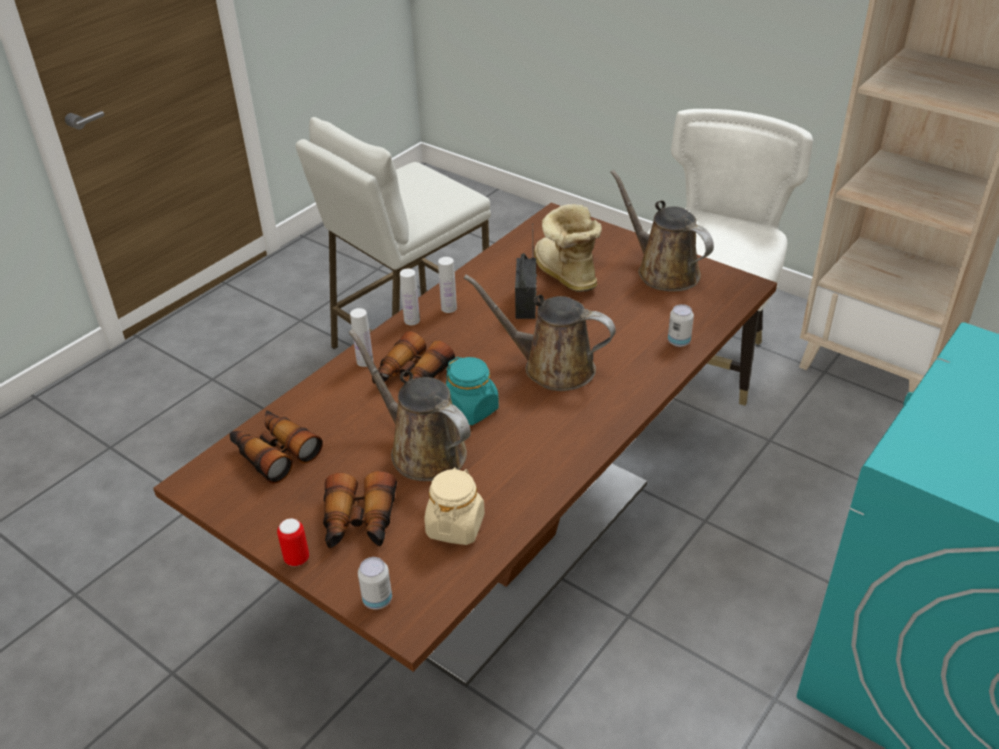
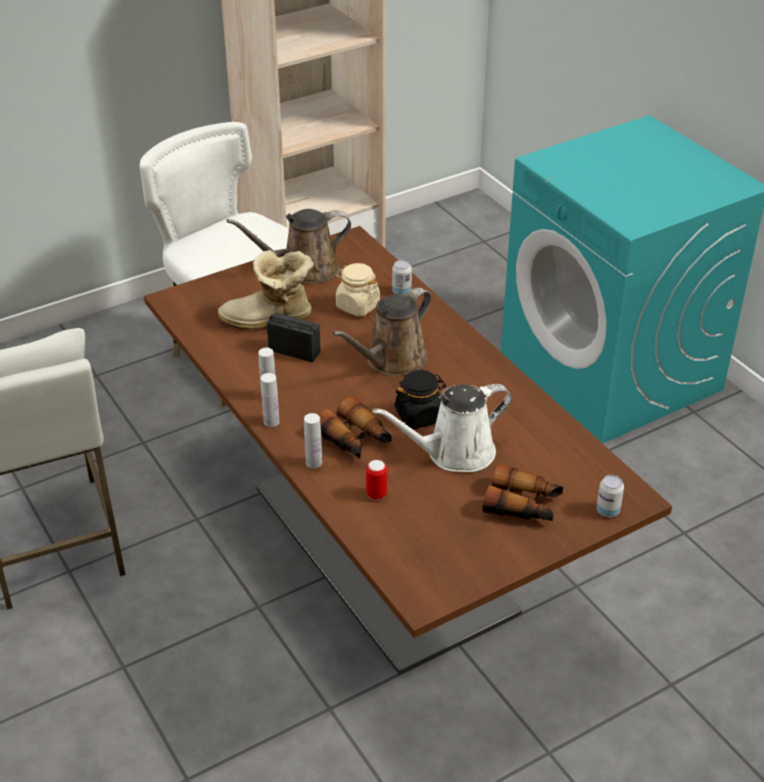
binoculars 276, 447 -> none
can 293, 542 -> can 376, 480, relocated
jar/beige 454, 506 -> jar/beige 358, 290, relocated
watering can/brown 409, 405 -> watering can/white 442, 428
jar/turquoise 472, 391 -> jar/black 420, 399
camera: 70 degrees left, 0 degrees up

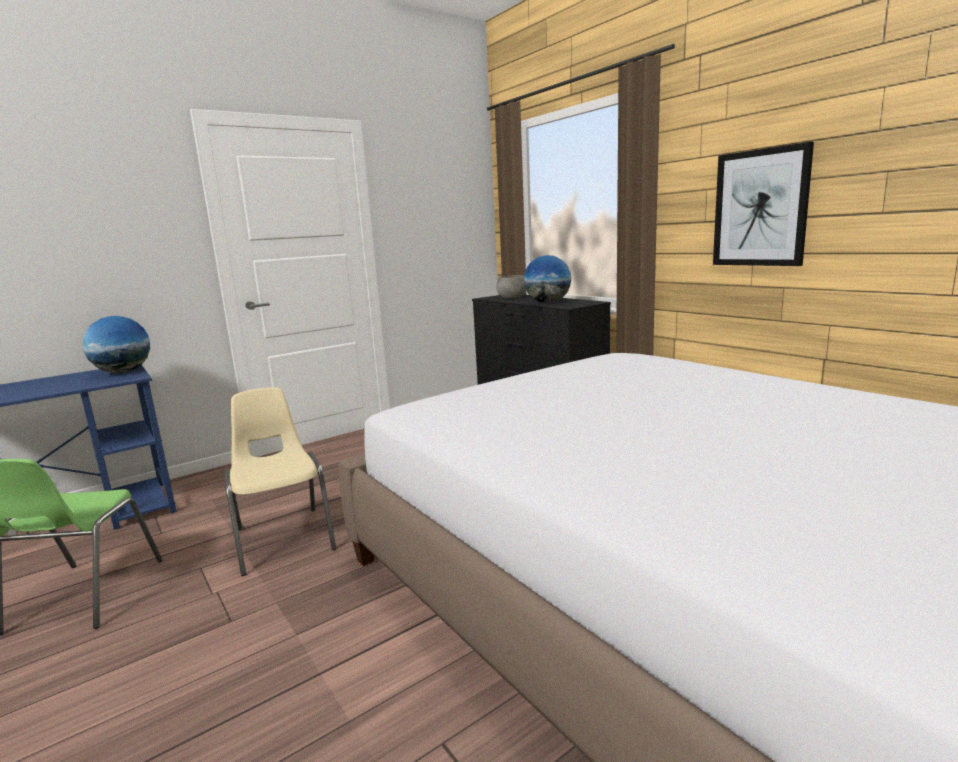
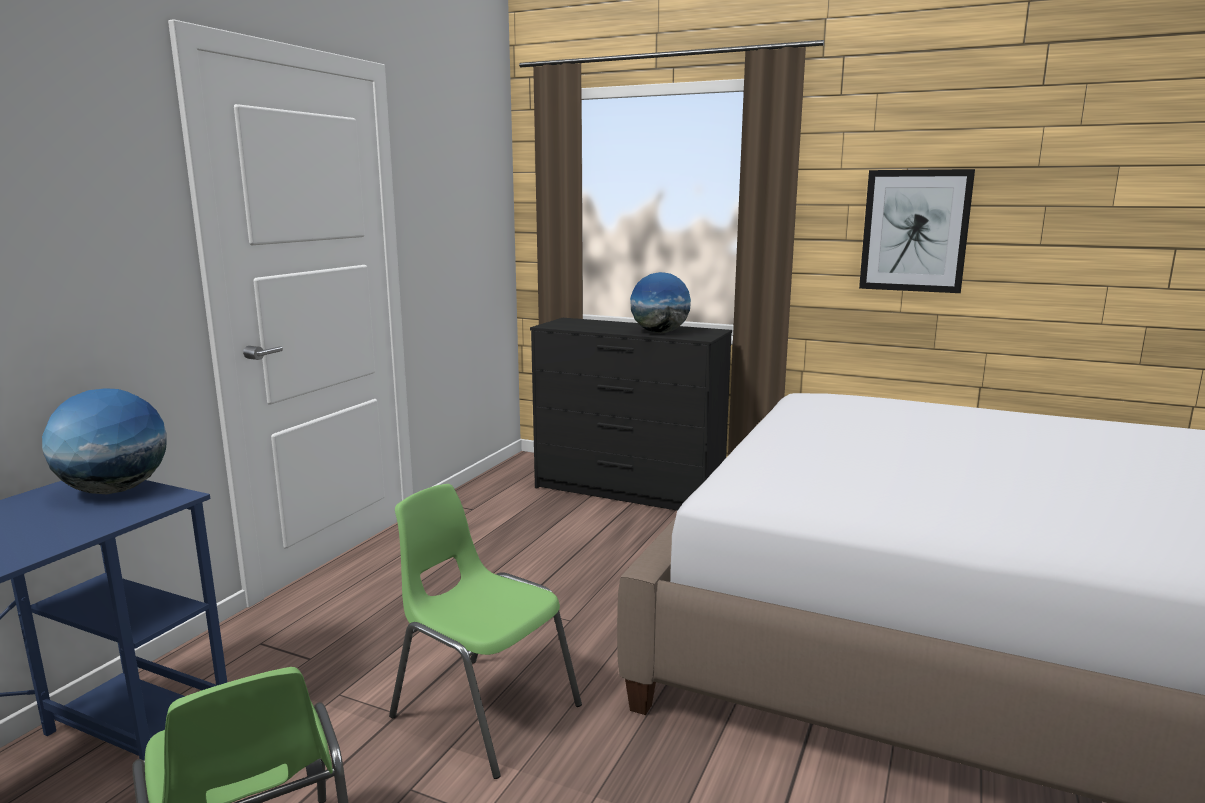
bowl/grey 511, 286 -> none
chair/beige 280, 481 -> chair/green 485, 631
camera: 30 degrees left, 0 degrees up

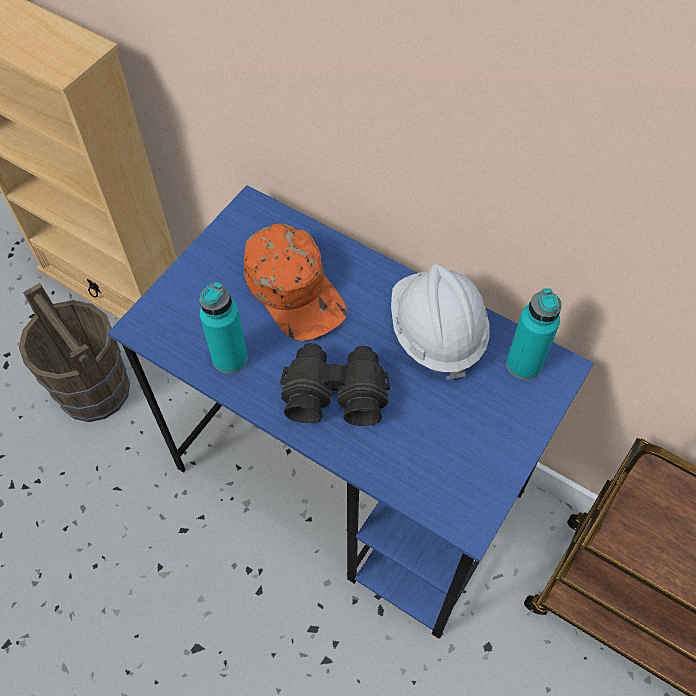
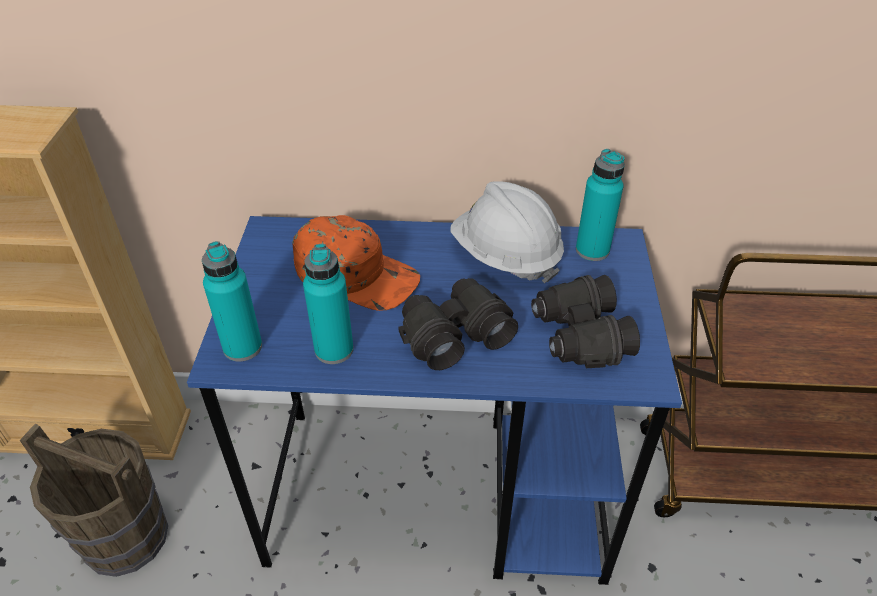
none -> bottle/turquoise 232, 301
none -> binoculars/black 585, 321
camera: 30 degrees left, 15 degrees down

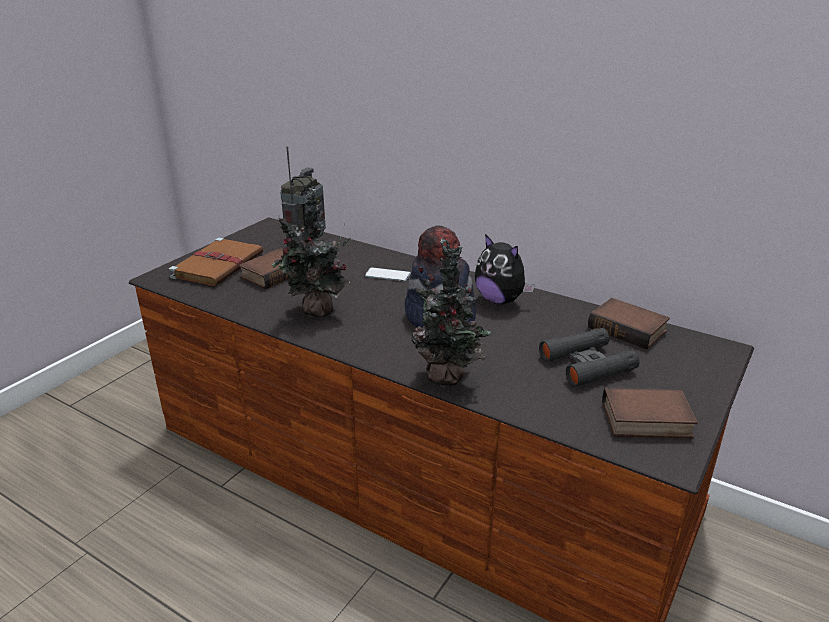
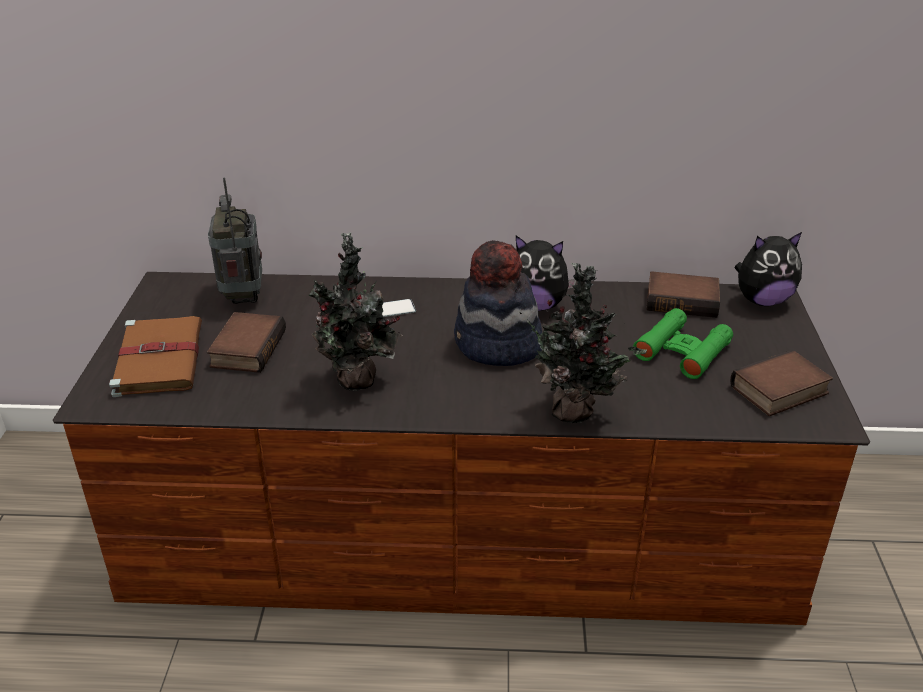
none -> plush toy 768, 269
binoculars/black 589, 357 -> binoculars/green 683, 343
camera: 30 degrees left, 5 degrees up

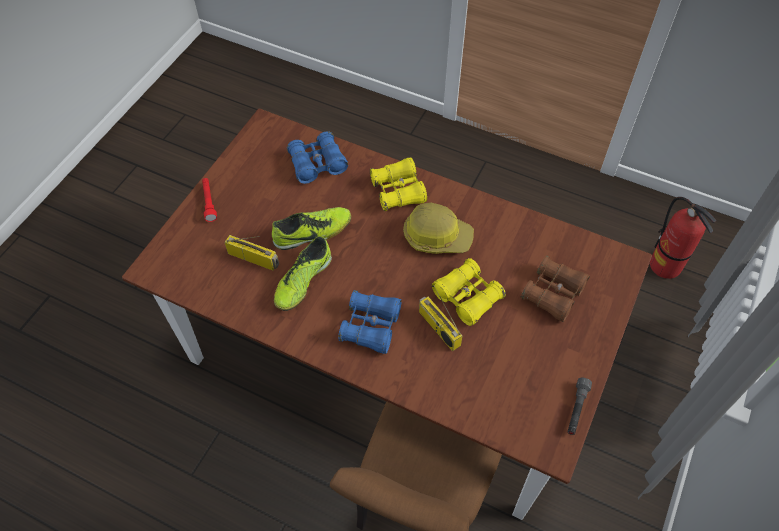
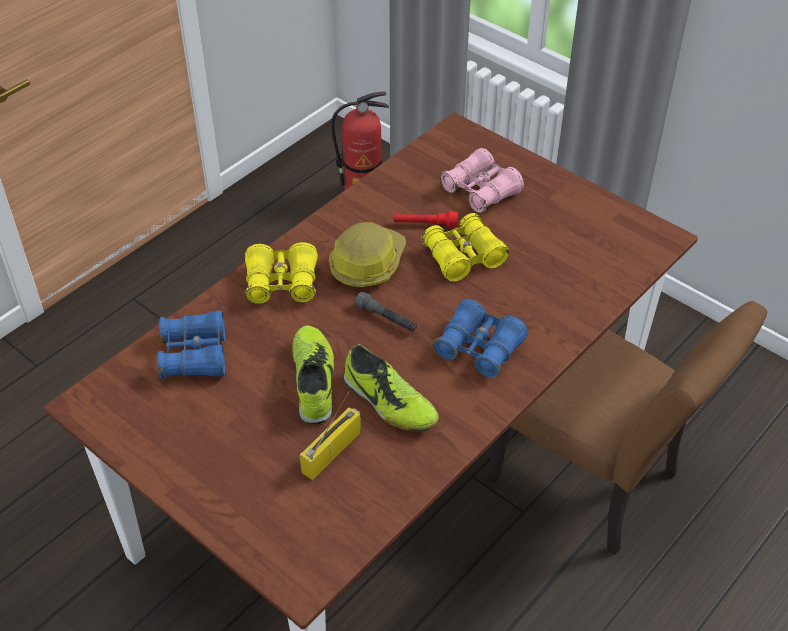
radio 440, 318 -> none
flashlight/red 209, 200 -> flashlight/red 426, 219, relocated
flashlight/grey 580, 406 -> flashlight/grey 385, 311, relocated
binoculars/brown 555, 289 -> binoculars/pink 482, 180
camera: 75 degrees left, 10 degrees down

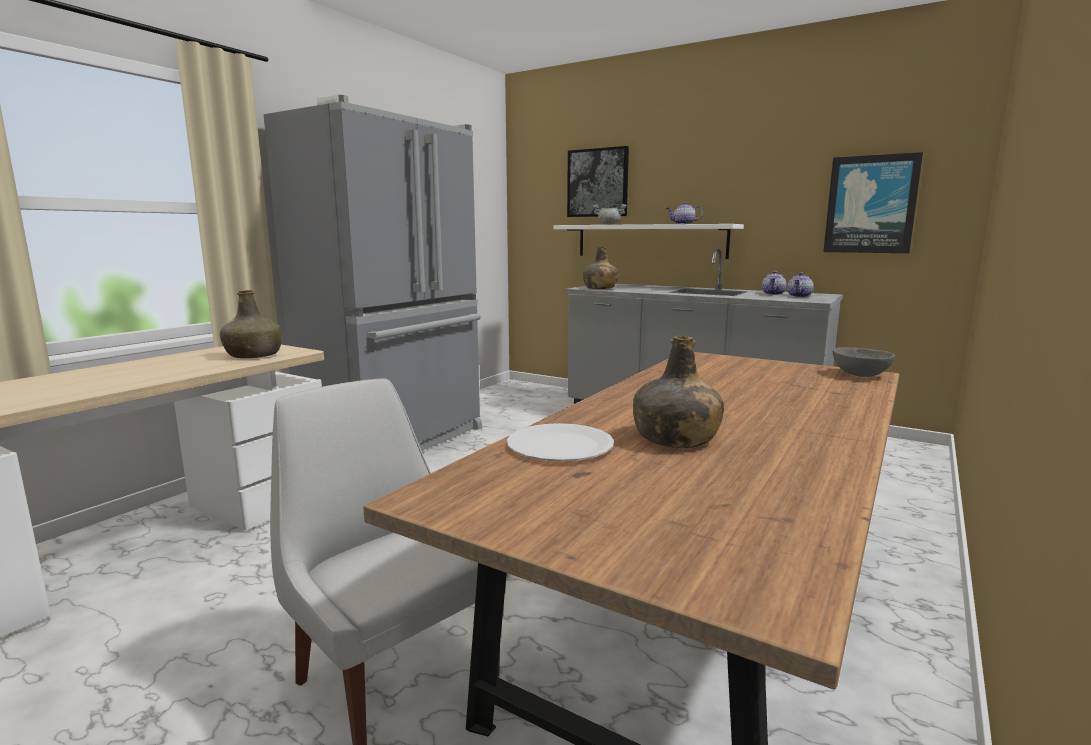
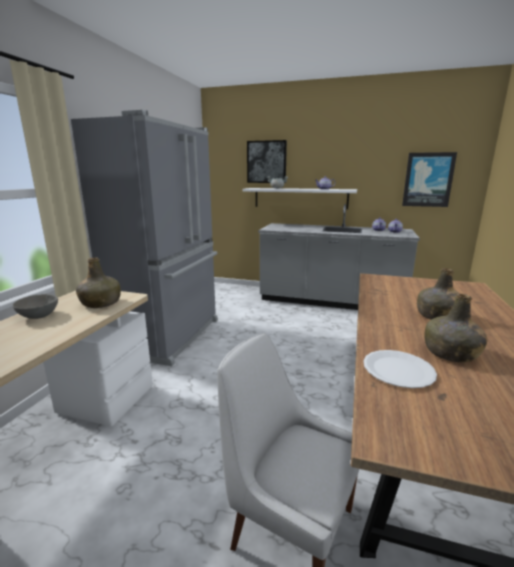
bottle/green 601, 267 -> bottle/green 438, 294, relocated
bowl/grey 864, 362 -> bowl/grey 35, 306, relocated
camera: 15 degrees left, 5 degrees up

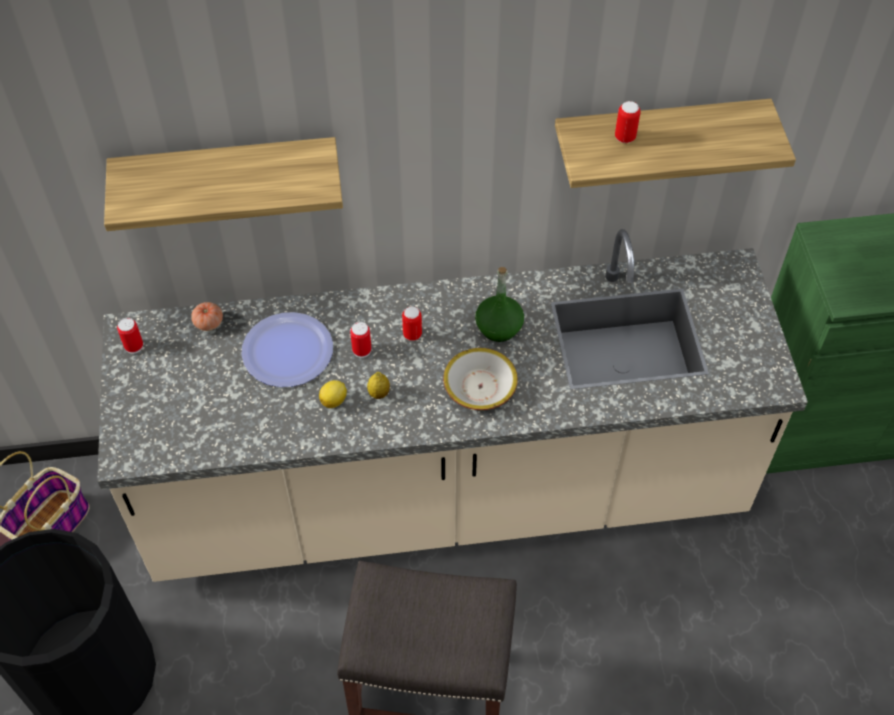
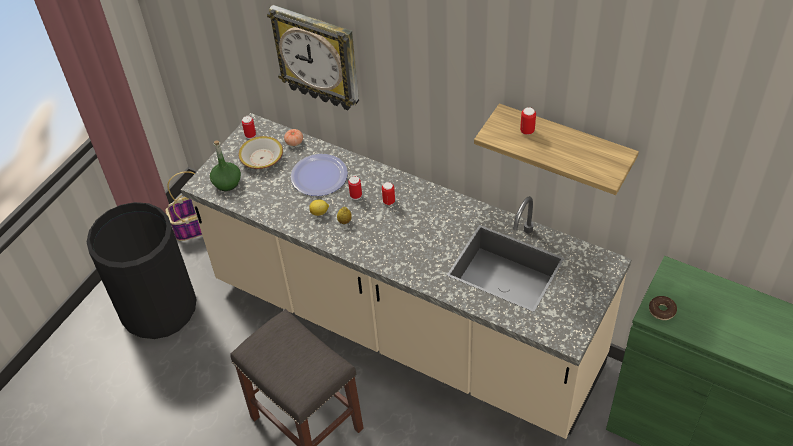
none -> donut 663, 308
bowl 480, 379 -> bowl 261, 152, relocated
bottle/green 499, 304 -> bottle/green 225, 165, relocated
shelf 223, 184 -> wall clock 313, 57
camera: 40 degrees right, 5 degrees down

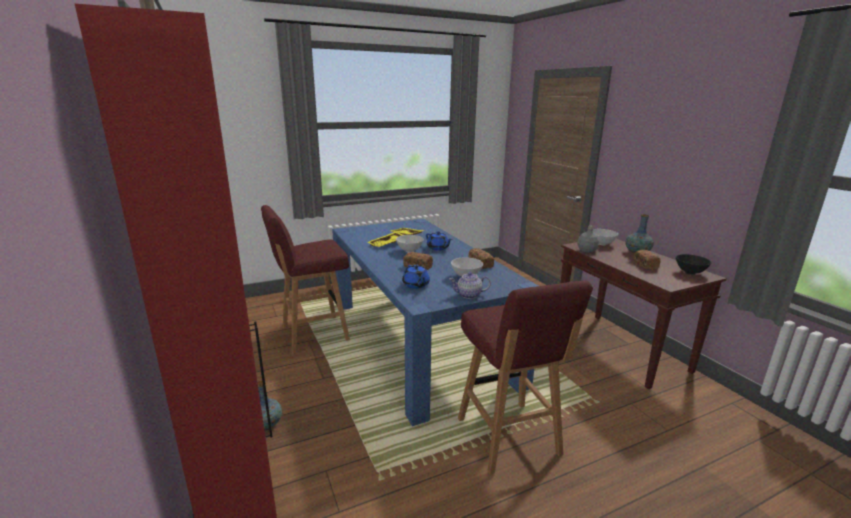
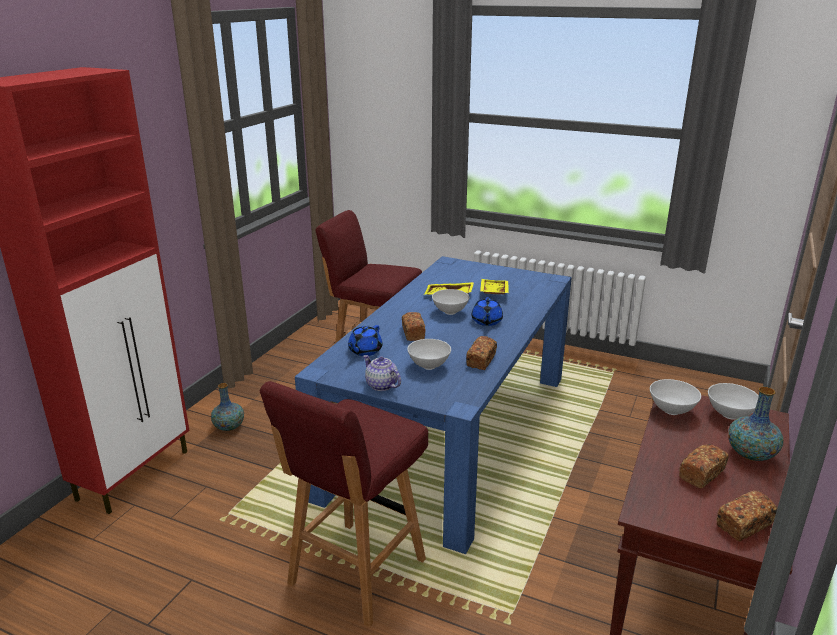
bottle/grey 588, 239 -> bowl/white 675, 397
bowl/black 694, 264 -> bread 747, 516
camera: 50 degrees right, 5 degrees up

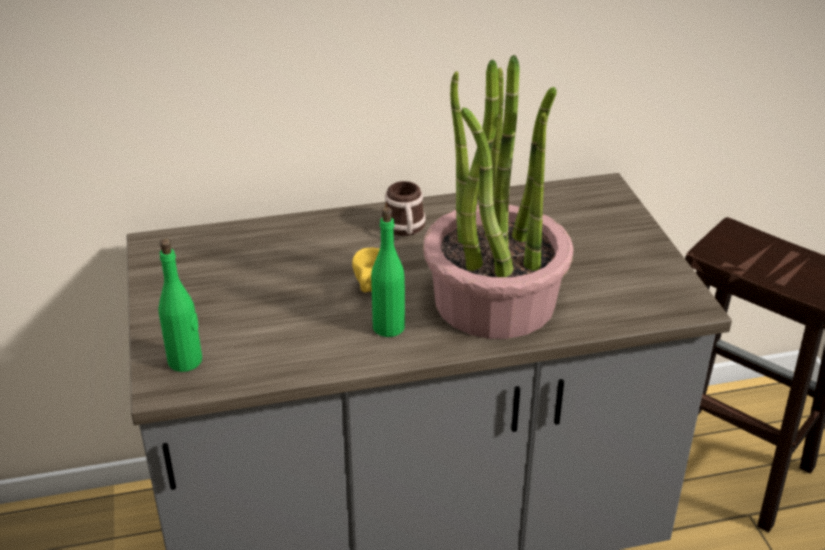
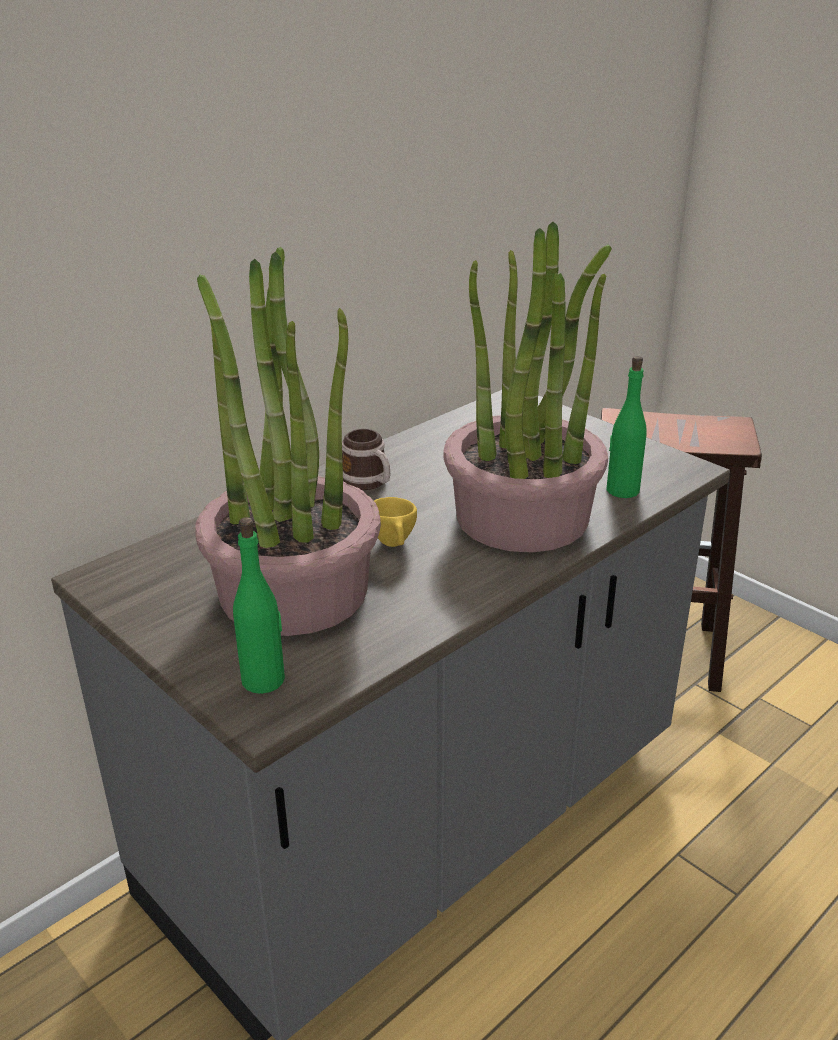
none -> potted plant 288, 441
bottle/green 388, 272 -> bottle/green 626, 427, relocated
camera: 30 degrees left, 5 degrees down

